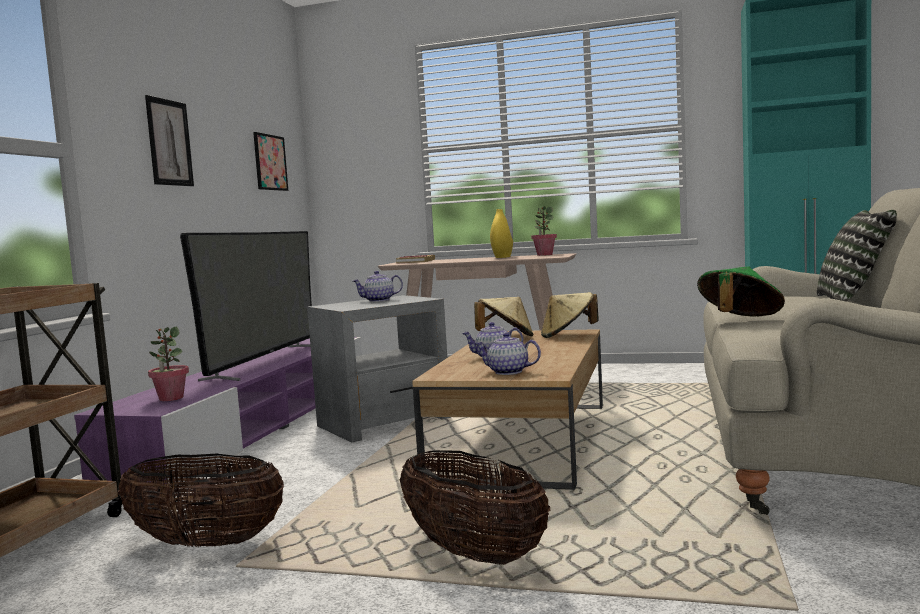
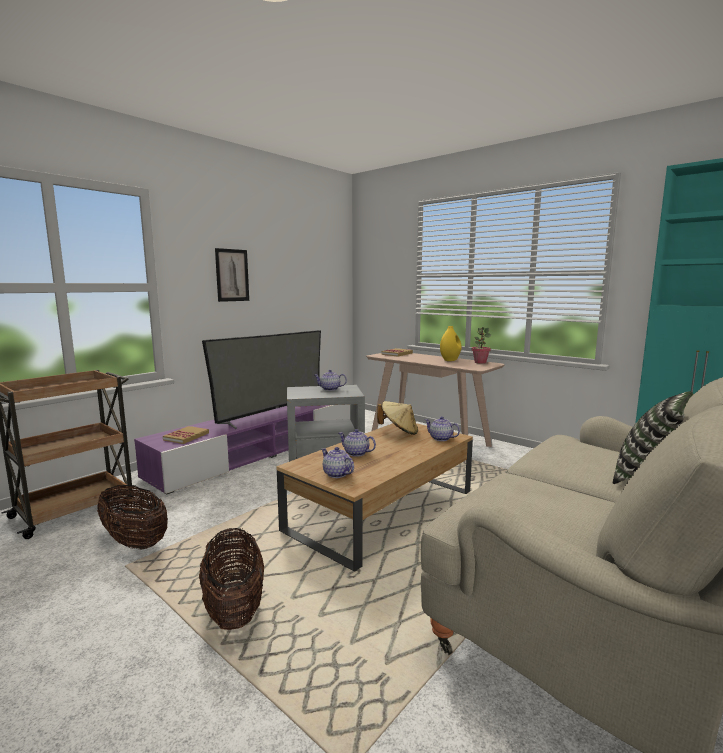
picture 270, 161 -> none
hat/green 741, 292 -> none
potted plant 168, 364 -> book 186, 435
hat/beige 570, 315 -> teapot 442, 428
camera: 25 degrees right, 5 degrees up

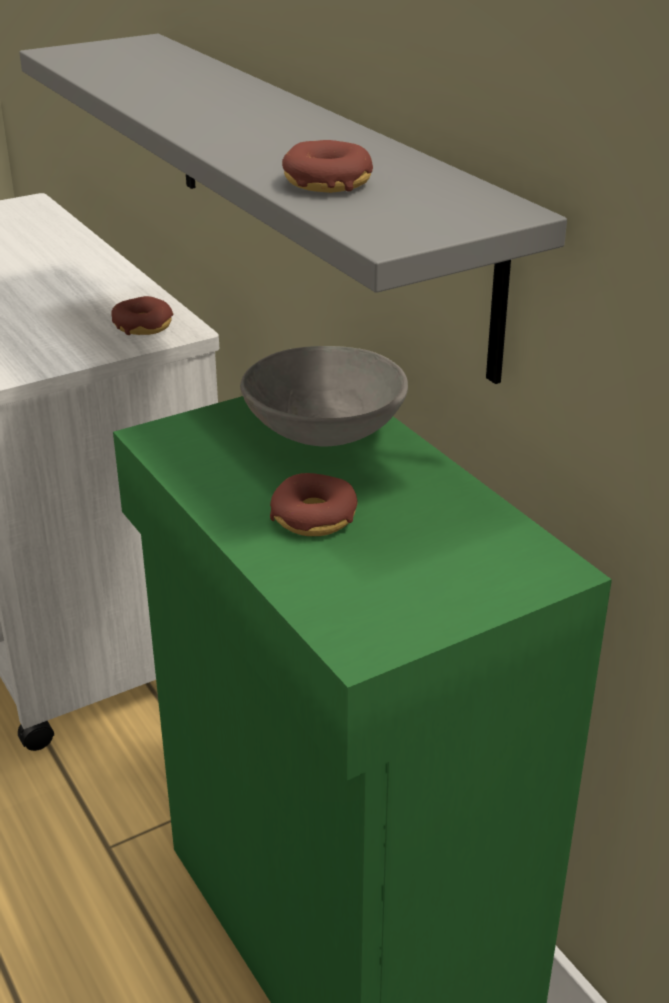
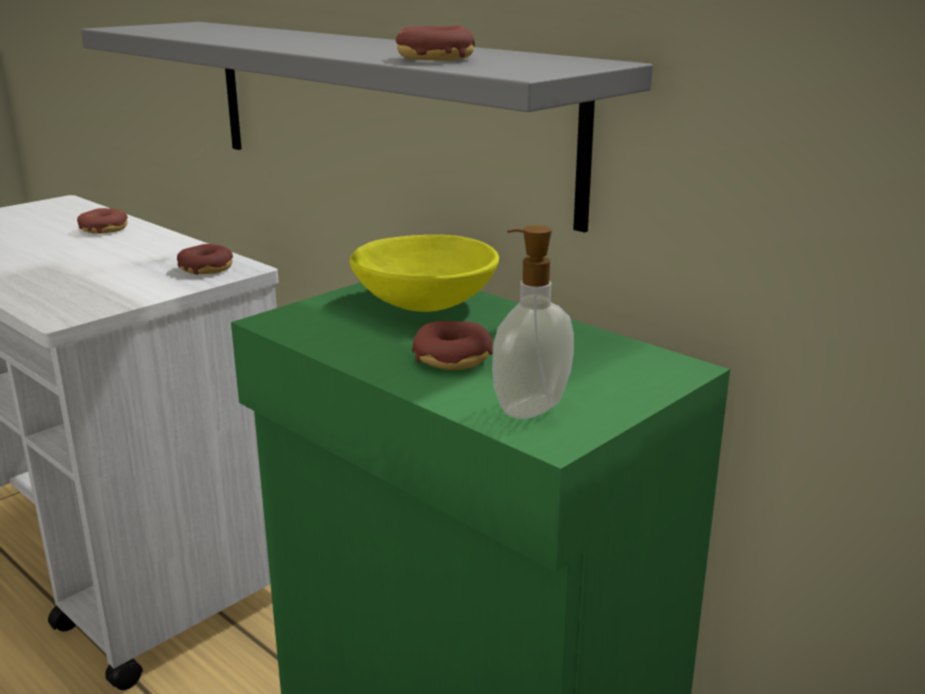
none -> donut 102, 221
none -> soap dispenser 533, 322
bowl/grey 324, 396 -> bowl/yellow 424, 273
camera: 15 degrees left, 10 degrees down

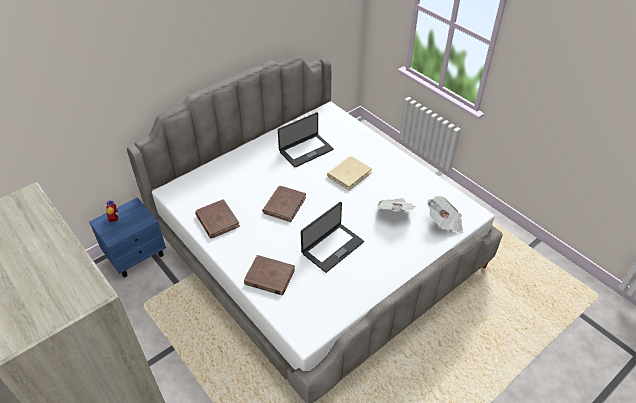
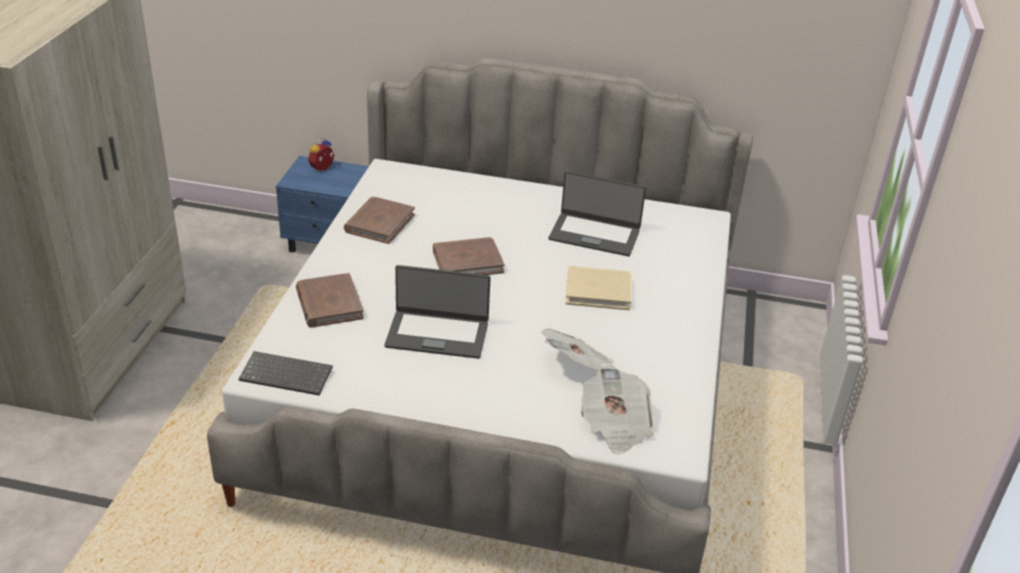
none -> keyboard 286, 373
camera: 50 degrees right, 10 degrees down

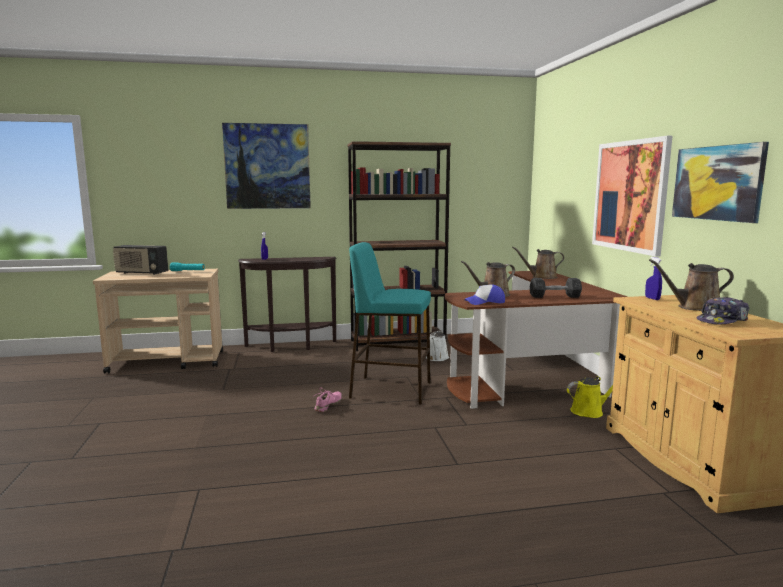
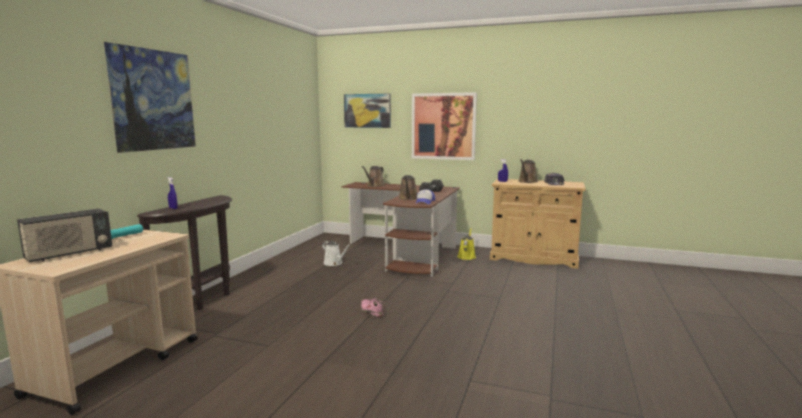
bookcase/brown 399, 246 -> none
stool/turquoise 390, 323 -> none
picture 720, 182 -> picture 367, 111, relocated
camera: 60 degrees left, 0 degrees up

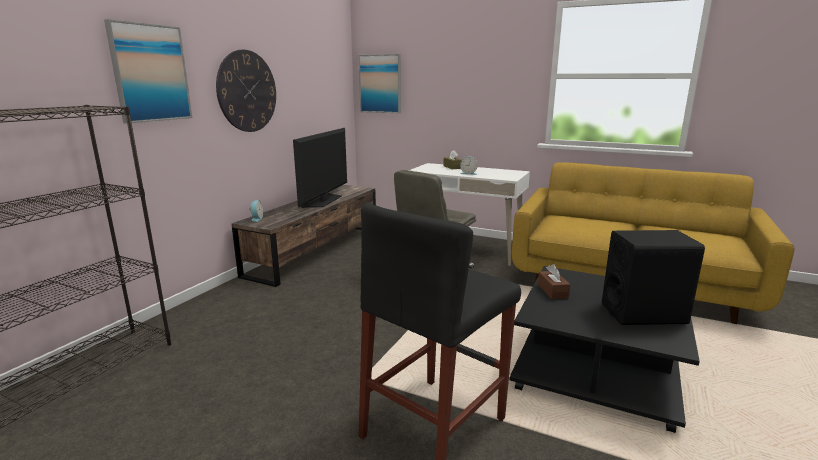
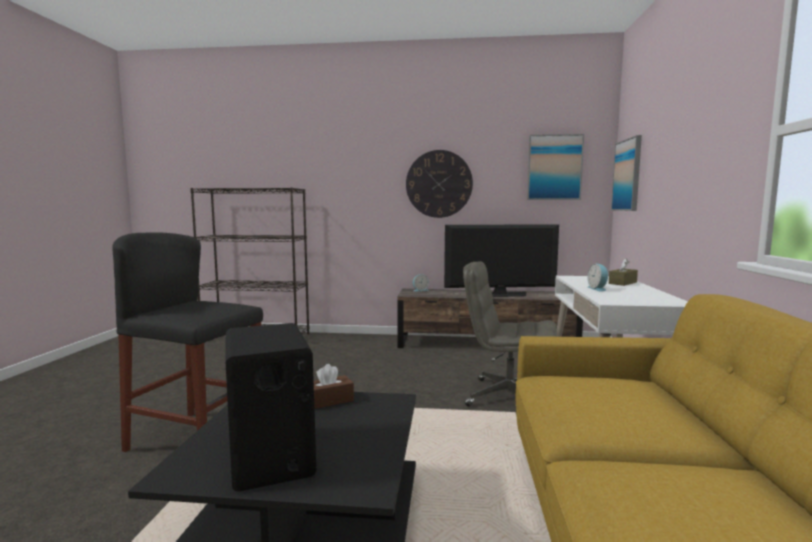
picture 148, 71 -> picture 555, 167, relocated
camera: 70 degrees right, 10 degrees down

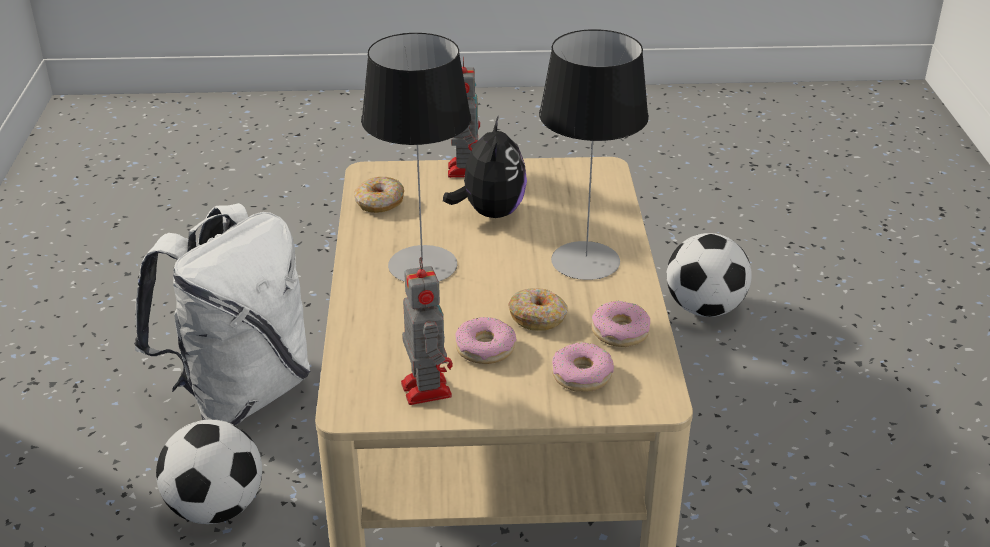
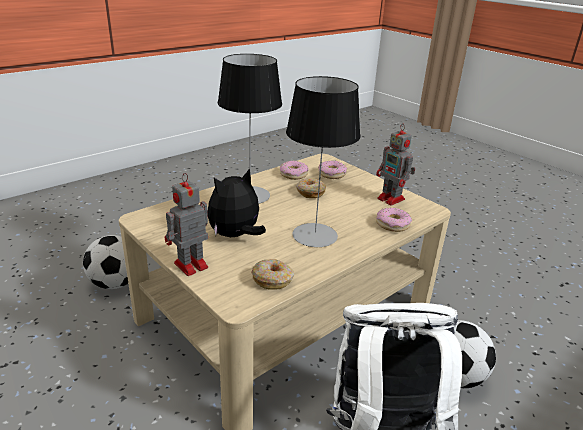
donut 486, 340 -> donut 394, 220, relocated
toy robot 427, 331 -> toy robot 395, 165, 75 degrees counterclockwise
camera: 130 degrees left, 5 degrees down

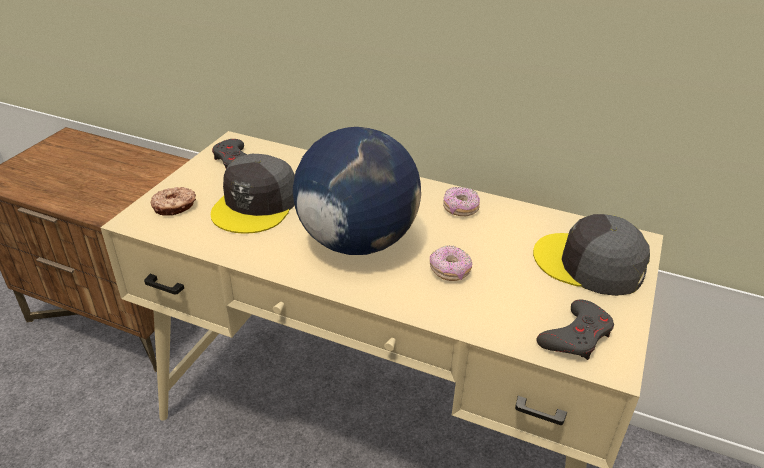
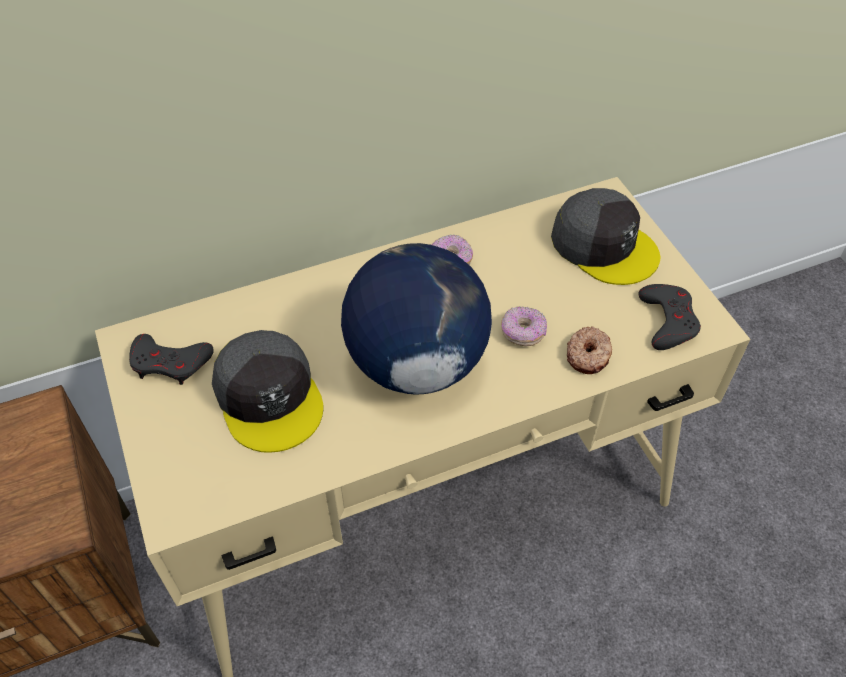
donut 173, 201 -> donut 589, 350, relocated
cap/grey 591, 255 -> cap/grey 605, 236, 120 degrees counterclockwise
camera: 45 degrees left, 15 degrees up

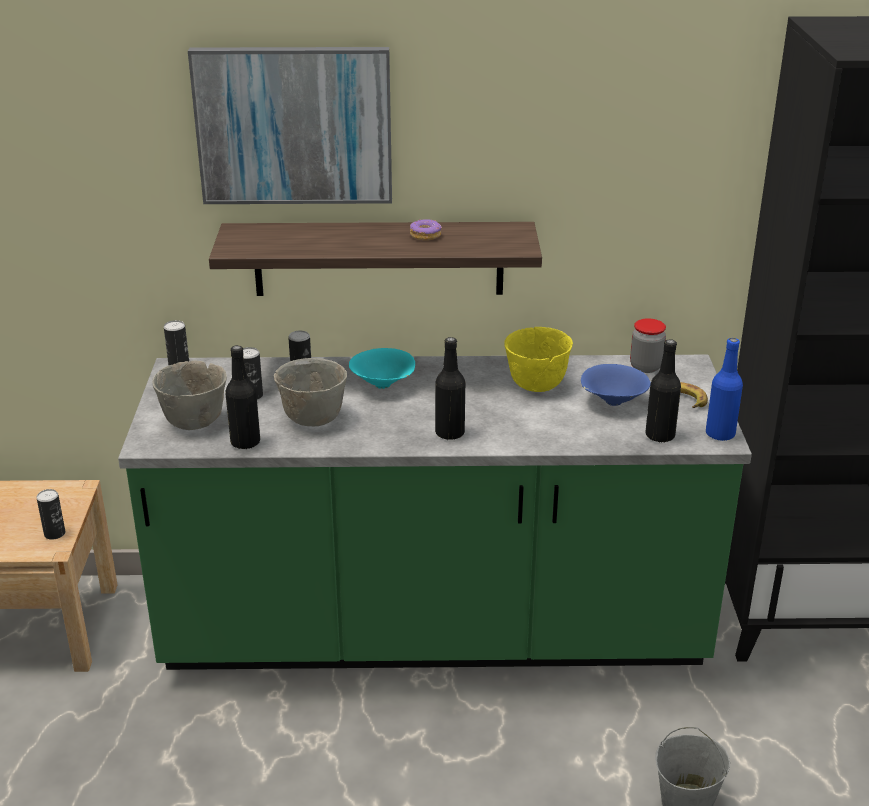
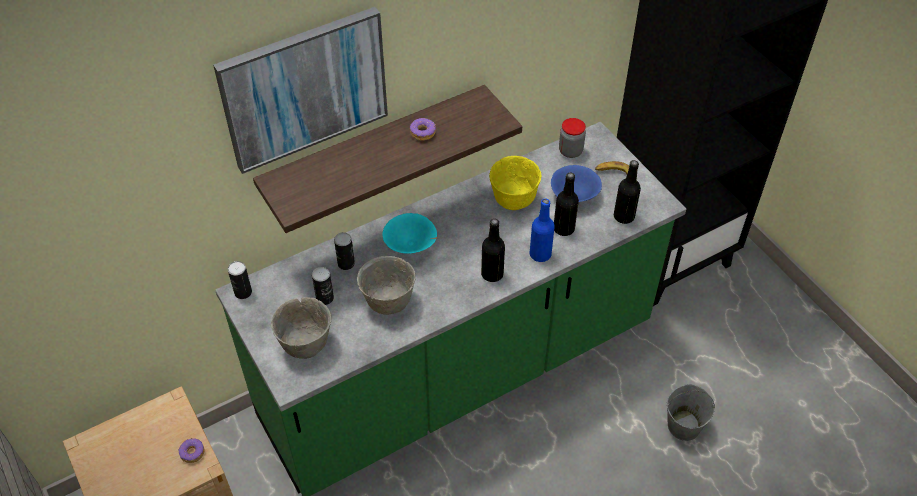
bottle/black 242, 397 -> bottle/black 566, 204, relocated
bottle/blue 724, 389 -> bottle/blue 542, 230, relocated
can 51, 514 -> donut 191, 450
camera: 30 degrees left, 20 degrees up

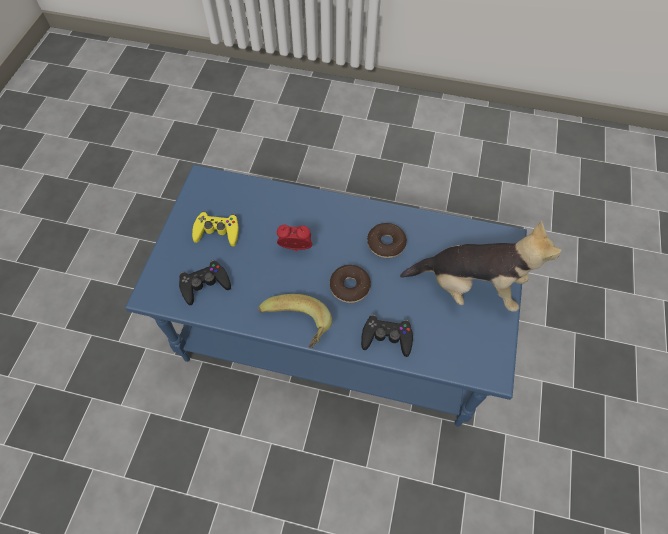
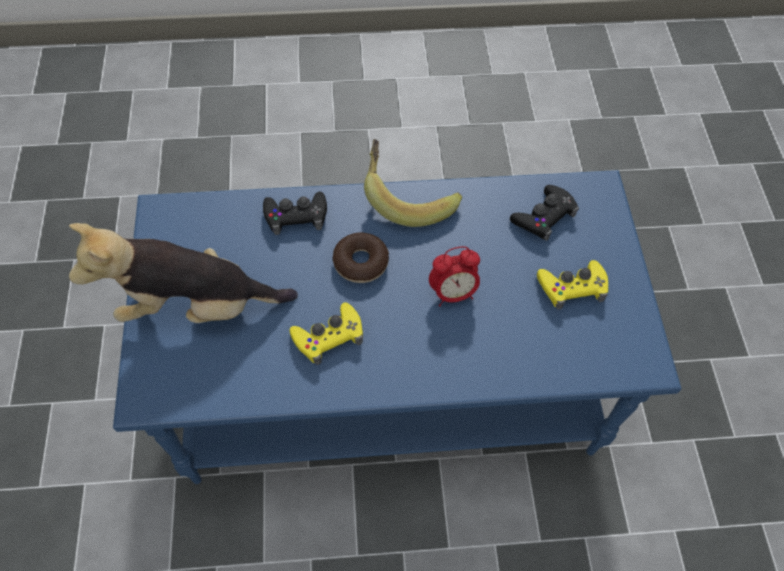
donut 387, 240 -> game controller/yellow 326, 334
camera: 160 degrees right, 0 degrees up

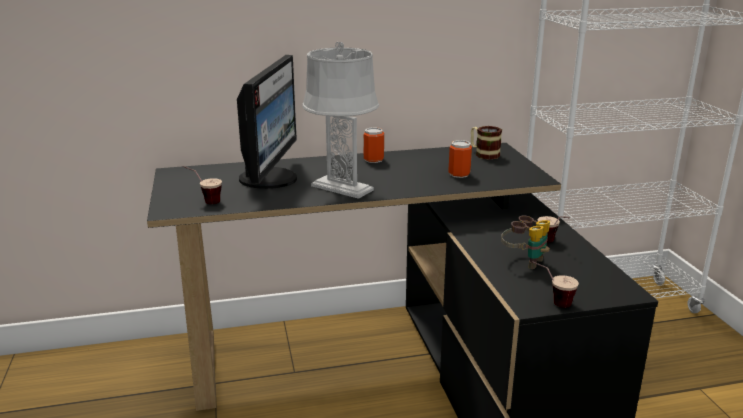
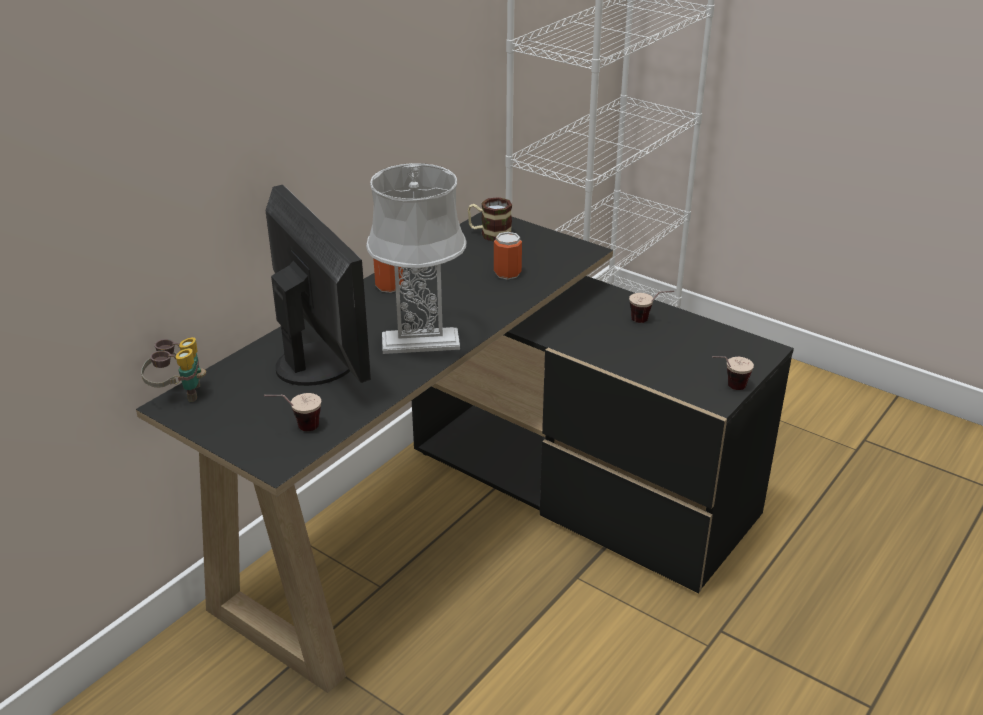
binoculars 525, 242 -> binoculars 173, 369, relocated
camera: 40 degrees left, 10 degrees up

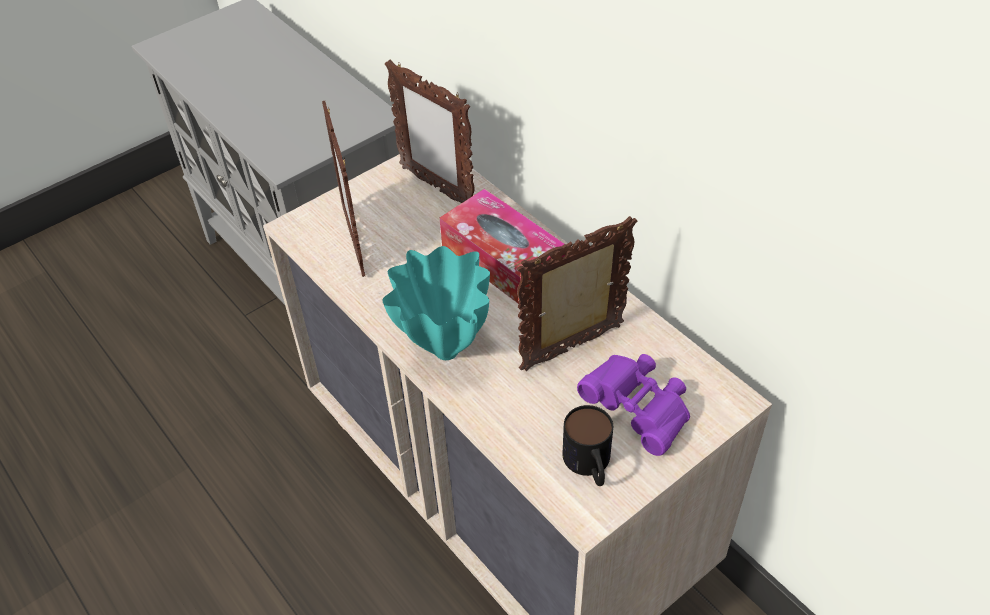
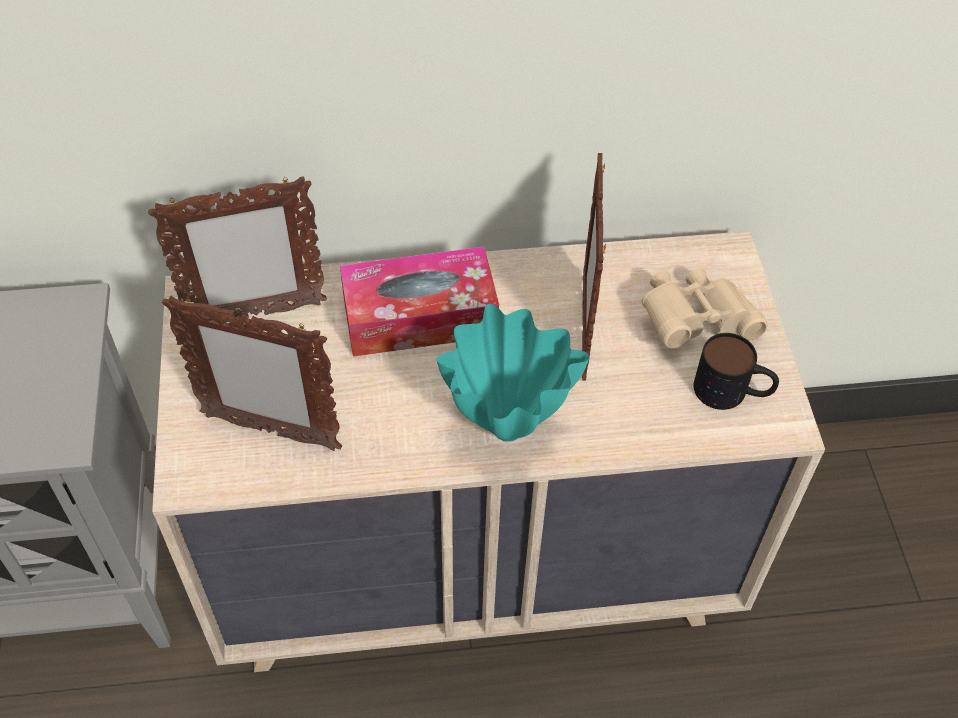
binoculars/purple 633, 405 -> binoculars/beige 705, 308
camera: 60 degrees left, 5 degrees up

